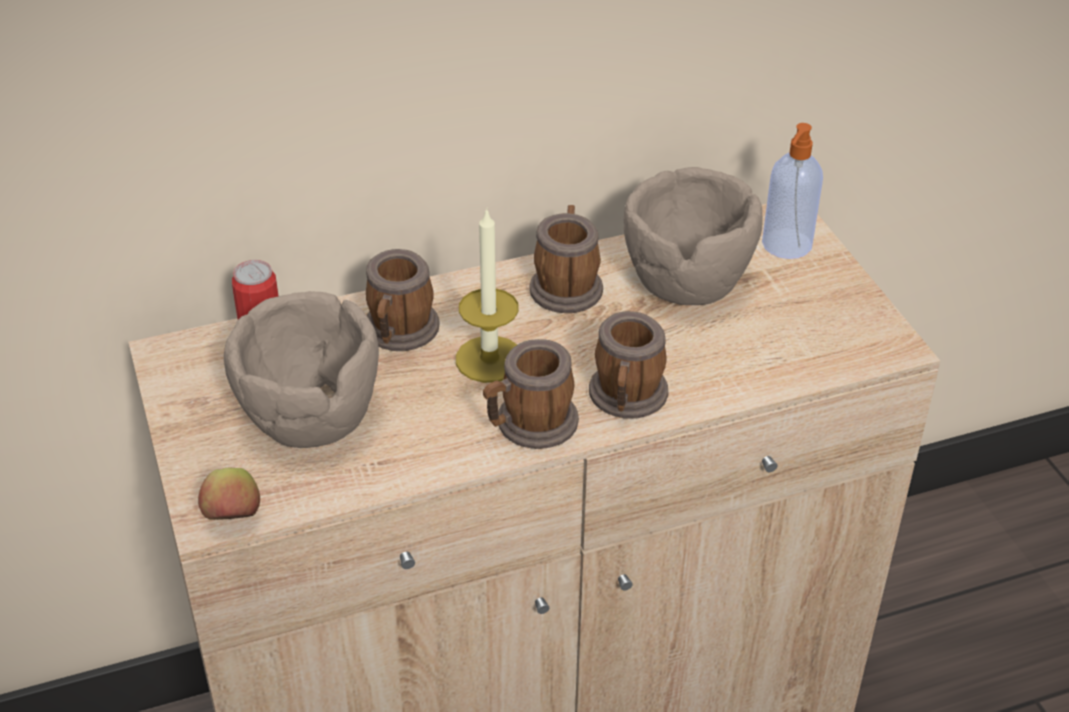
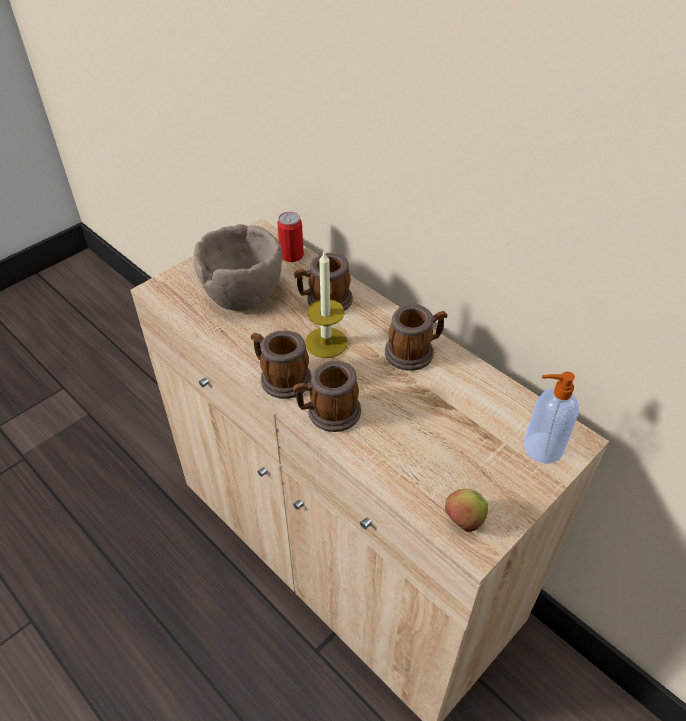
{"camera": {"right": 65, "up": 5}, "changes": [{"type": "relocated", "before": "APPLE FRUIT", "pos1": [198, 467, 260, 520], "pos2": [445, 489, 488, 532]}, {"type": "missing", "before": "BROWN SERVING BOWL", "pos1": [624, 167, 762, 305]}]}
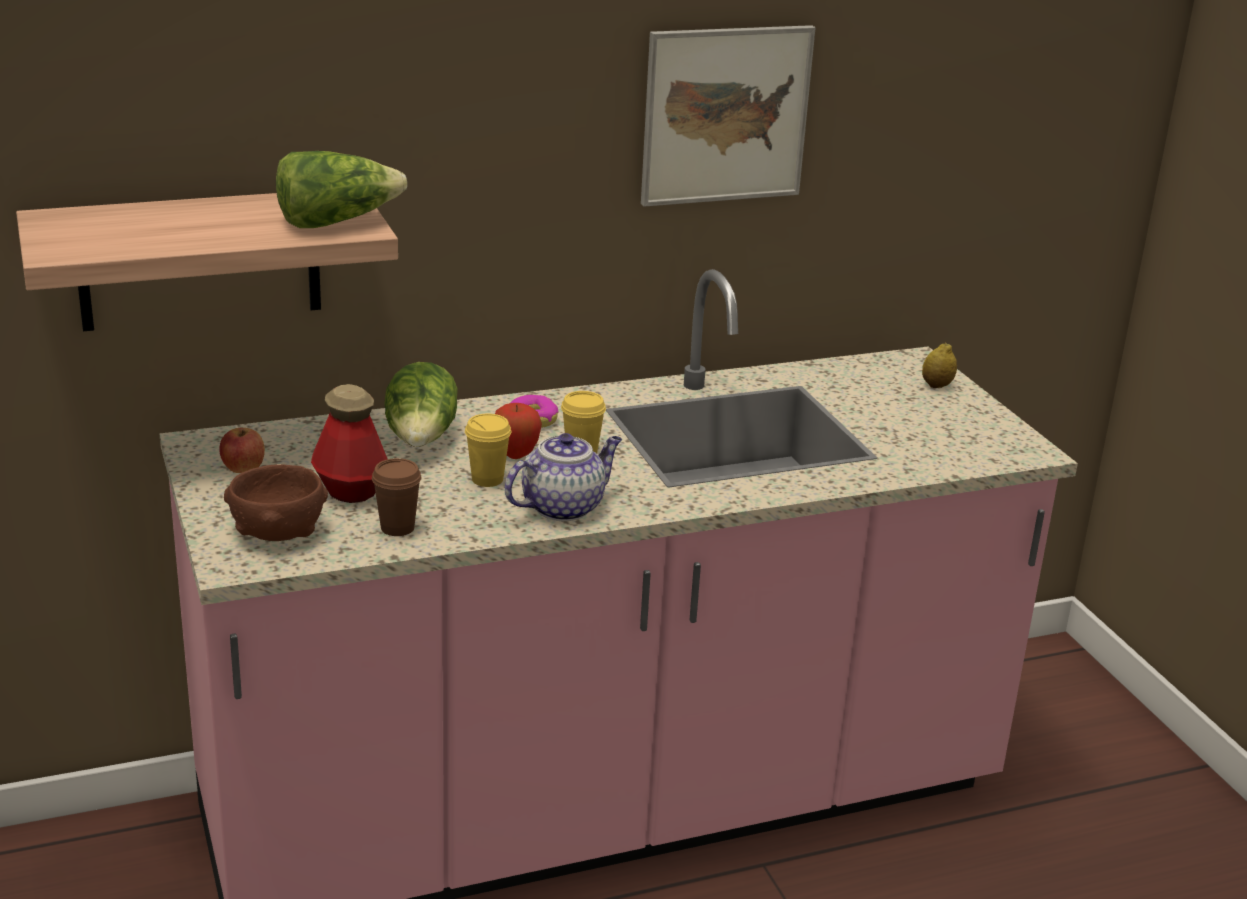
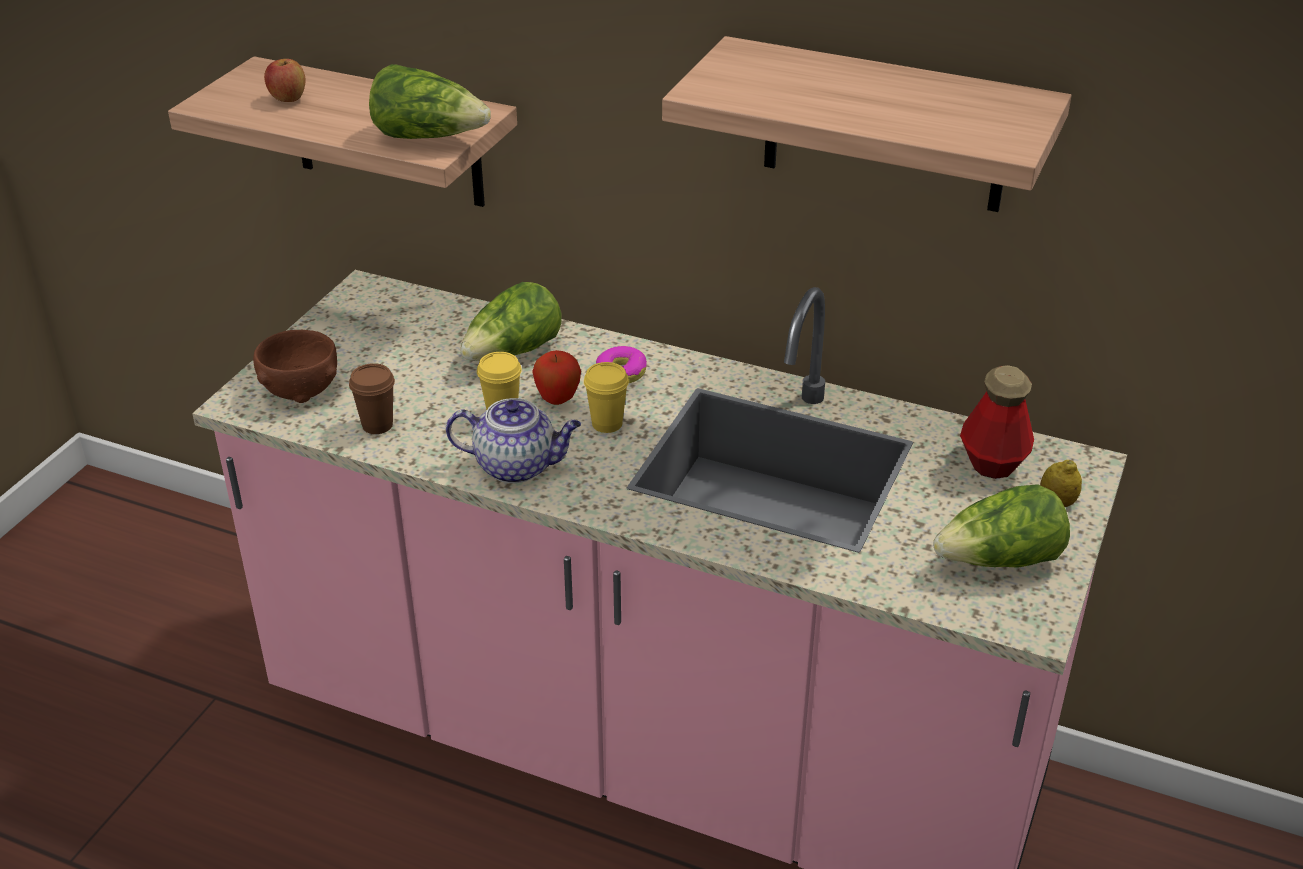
{"camera": {"right": 45, "up": 10}, "changes": [{"type": "relocated", "before": "APPLE FRUIT", "pos1": [219, 428, 265, 473], "pos2": [264, 59, 306, 102]}, {"type": "relocated", "before": "BEVERAGE BOTTLE", "pos1": [311, 384, 388, 503], "pos2": [960, 365, 1034, 479]}, {"type": "exchanged", "before": "PICTURE", "after": "WALL SHELF", "pos1": [641, 25, 816, 207], "pos2": [662, 36, 1071, 212]}, {"type": "appeared", "after": "LETTUCE", "pos2": [933, 484, 1070, 568]}]}
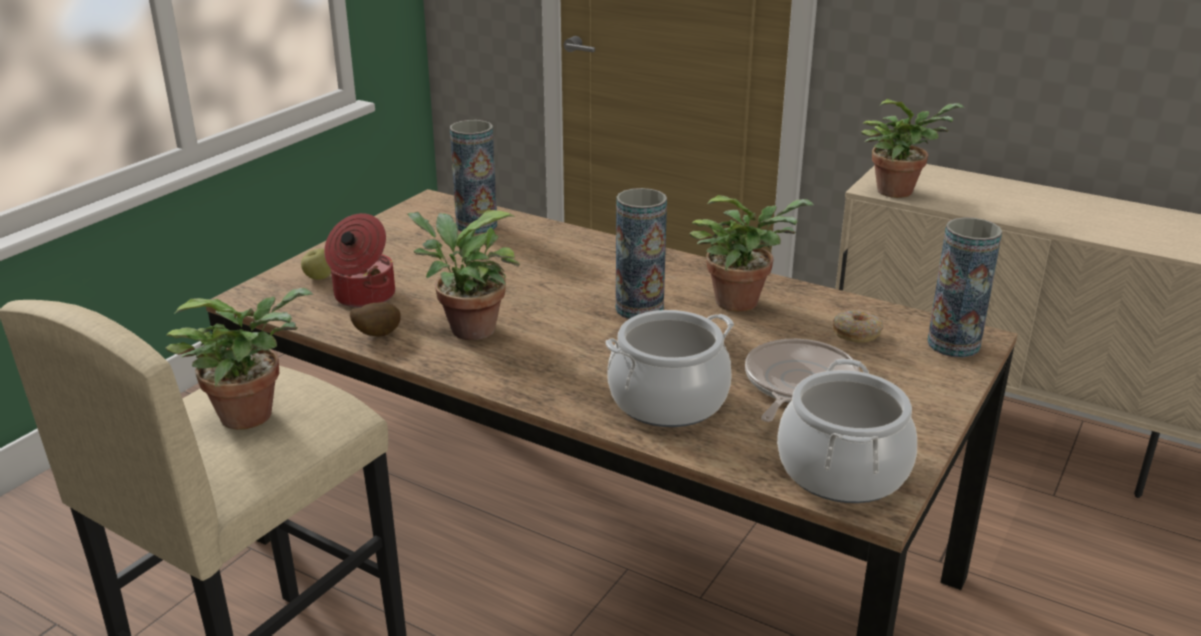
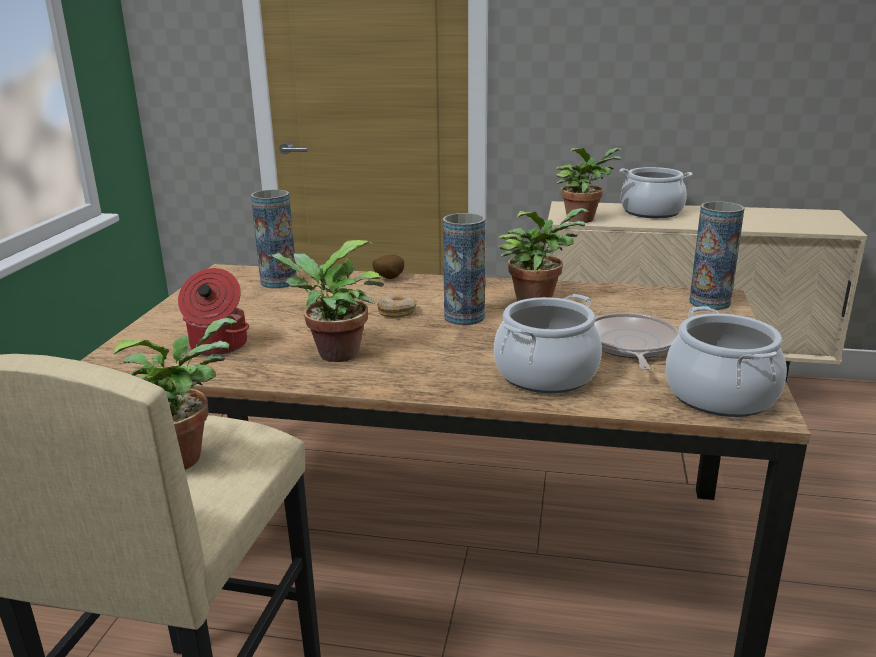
{"camera": {"right": -20, "up": -5}, "changes": [{"type": "missing", "before": "APPLE FRUIT", "pos1": [301, 248, 331, 280]}, {"type": "relocated", "before": "SPUD", "pos1": [350, 302, 401, 337], "pos2": [372, 255, 404, 279]}, {"type": "relocated", "before": "RING DOUGHNUT", "pos1": [833, 310, 883, 342], "pos2": [377, 295, 417, 318]}, {"type": "appeared", "after": "SAUCEPOT", "pos2": [620, 167, 692, 218]}]}
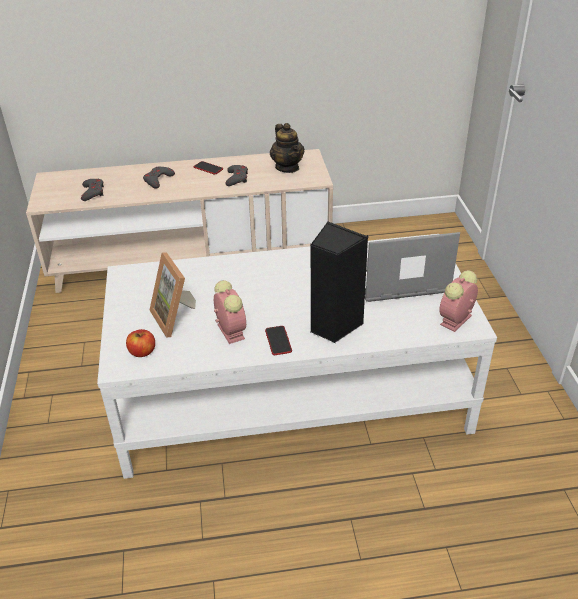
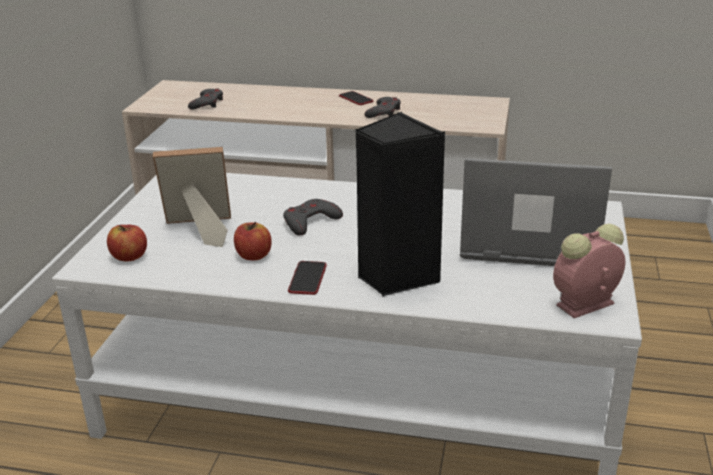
{"camera": {"right": 20, "up": -10}, "changes": [{"type": "relocated", "before": "GREY GAMEPAD", "pos1": [143, 167, 175, 189], "pos2": [283, 199, 343, 236]}, {"type": "spun", "before": "STANDING FRAME", "pos1": [150, 253, 196, 338], "pos2": [153, 147, 231, 247], "turn": 90}, {"type": "exchanged", "before": "BEDSIDE CLOCK", "after": "APPLE FRUIT", "pos1": [214, 280, 246, 344], "pos2": [234, 222, 272, 260]}, {"type": "missing", "before": "TEA POT", "pos1": [270, 123, 304, 173]}]}
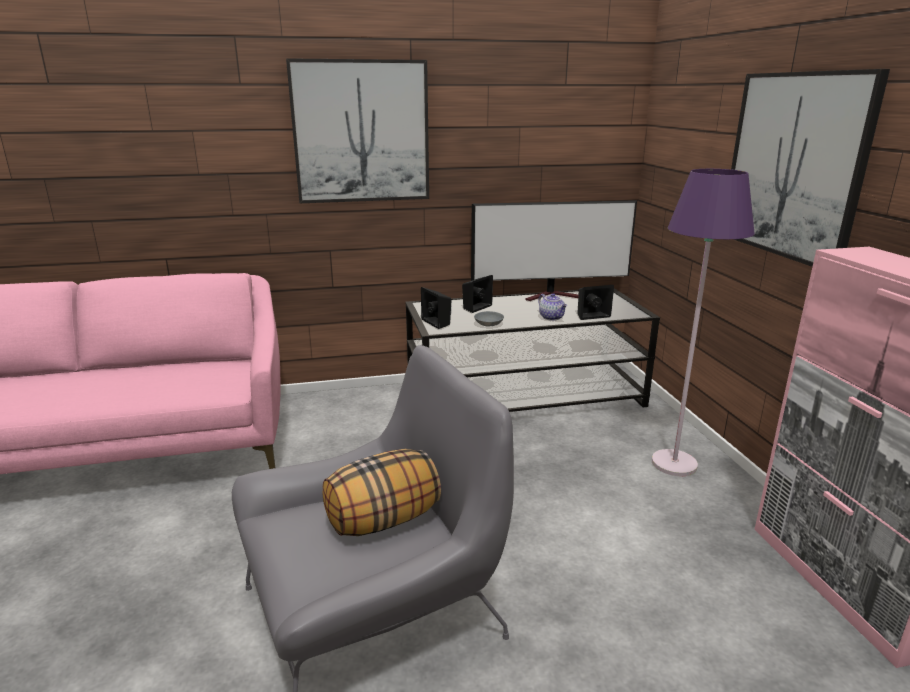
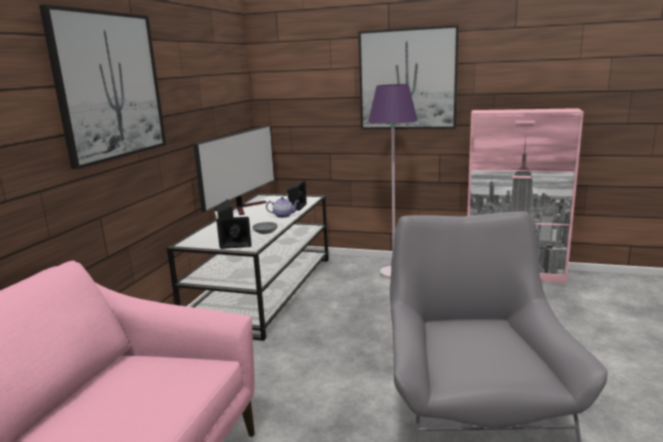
{"camera": {"right": -60, "up": -5}, "changes": [{"type": "missing", "before": "THROW PILLOW", "pos1": [323, 449, 441, 536]}]}
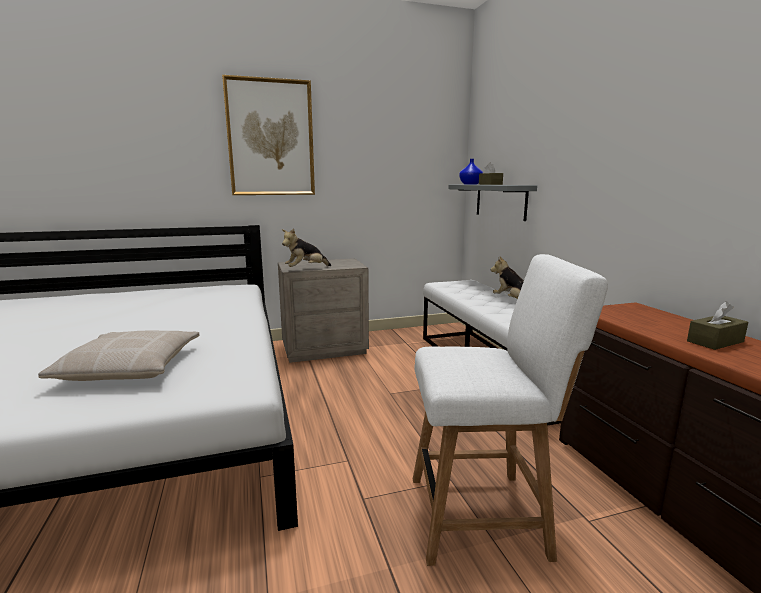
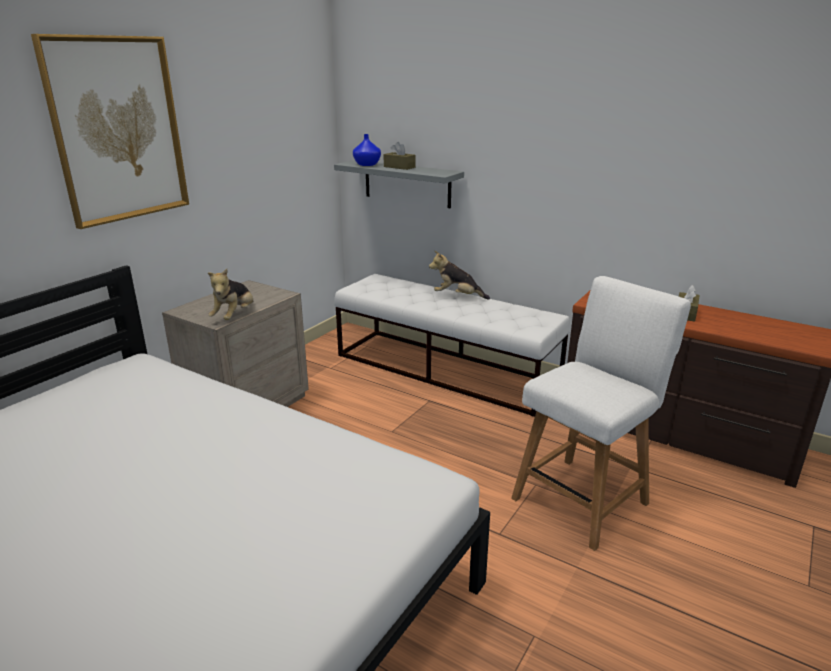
{"camera": {"right": -40, "up": 10}, "changes": [{"type": "missing", "before": "SAND-COLOURED THROW PILLOW", "pos1": [38, 330, 199, 381]}]}
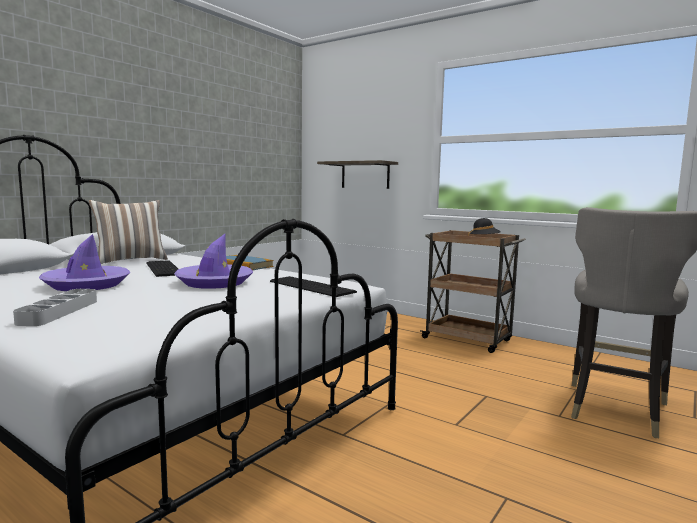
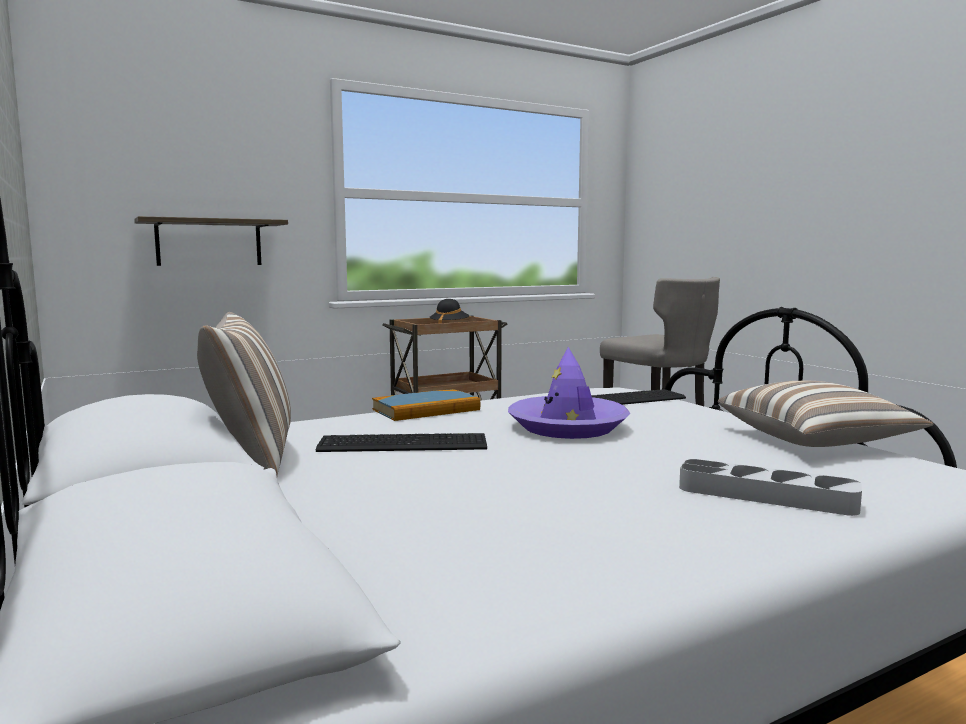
{"camera": {"right": -65, "up": 0}, "changes": [{"type": "missing", "before": "PURPLE WEARABLE HAT", "pos1": [39, 234, 130, 291]}, {"type": "appeared", "after": "THROW PILLOW", "pos2": [718, 381, 933, 447]}]}
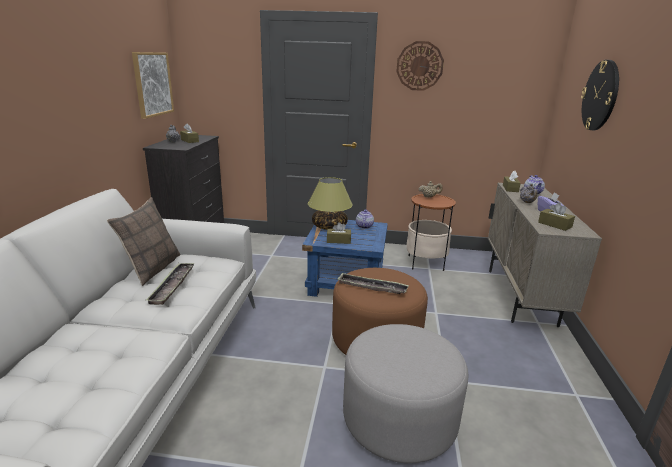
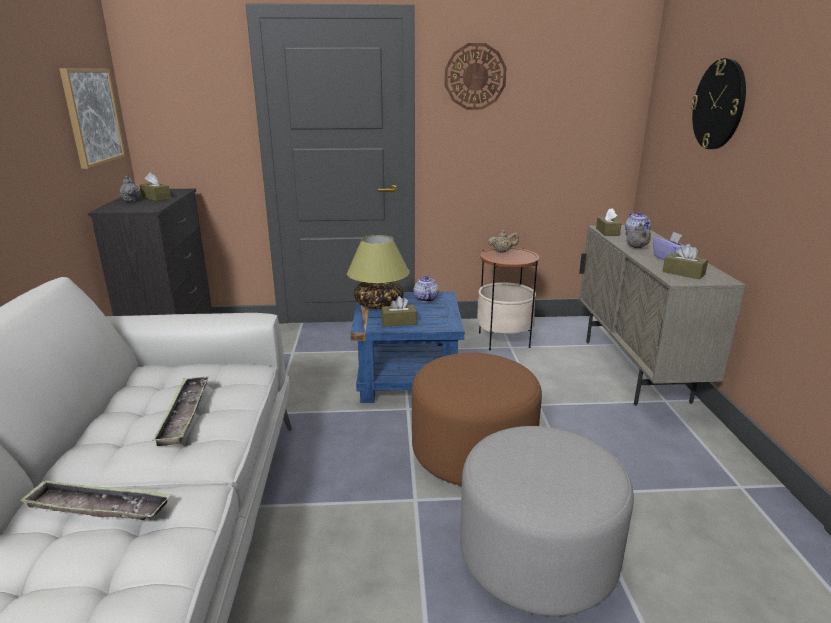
{"camera": {"right": -10, "up": 0}, "changes": [{"type": "missing", "before": "THROW PILLOW", "pos1": [107, 197, 180, 286]}, {"type": "relocated", "before": "CARRYING TRAY", "pos1": [337, 273, 409, 294], "pos2": [19, 480, 171, 520]}]}
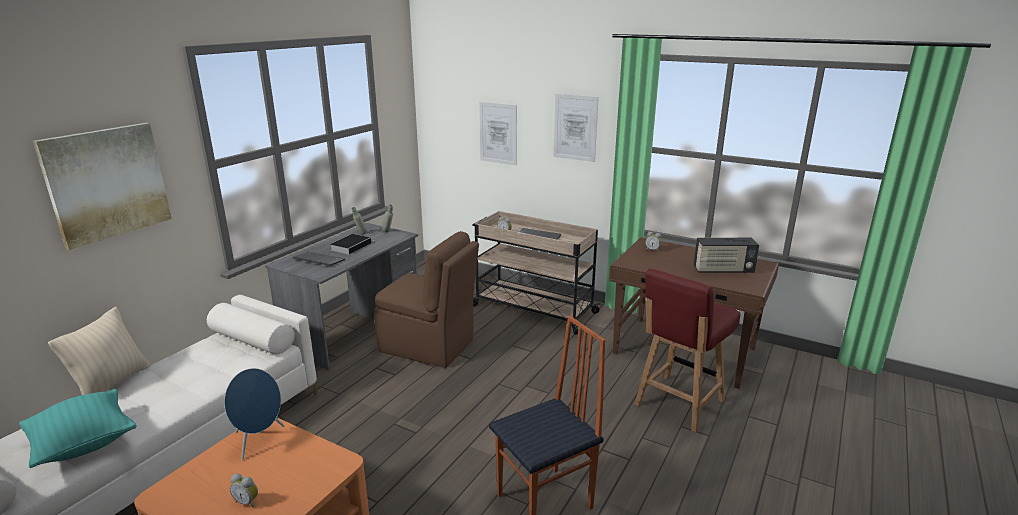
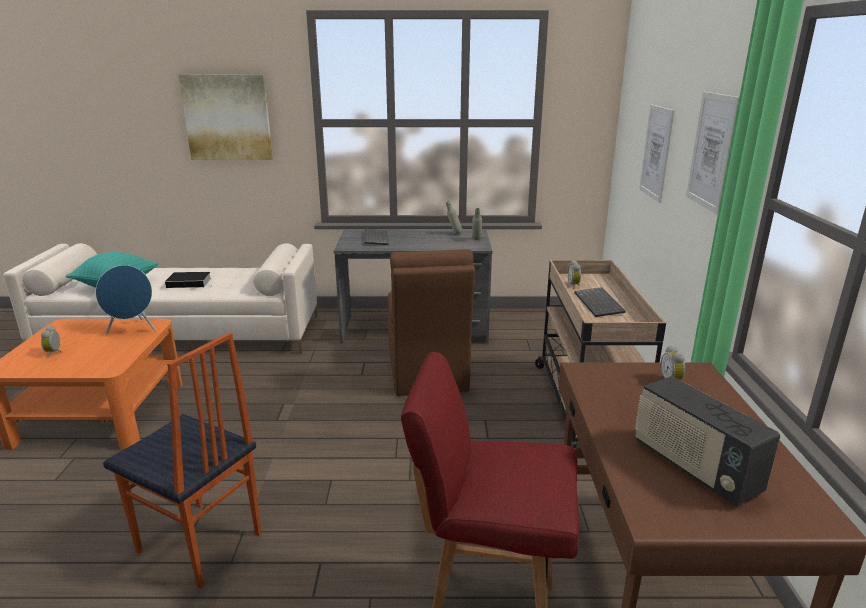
{"camera": {"right": 60, "up": 0}, "changes": [{"type": "missing", "before": "SAND-COLOURED THROW PILLOW", "pos1": [48, 307, 150, 395]}, {"type": "relocated", "before": "BOUND BOOK", "pos1": [330, 234, 371, 254], "pos2": [165, 272, 211, 288]}]}
